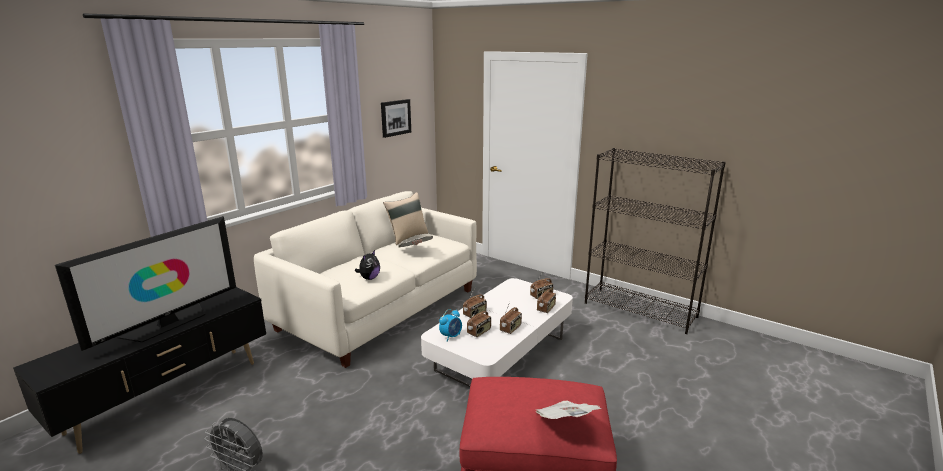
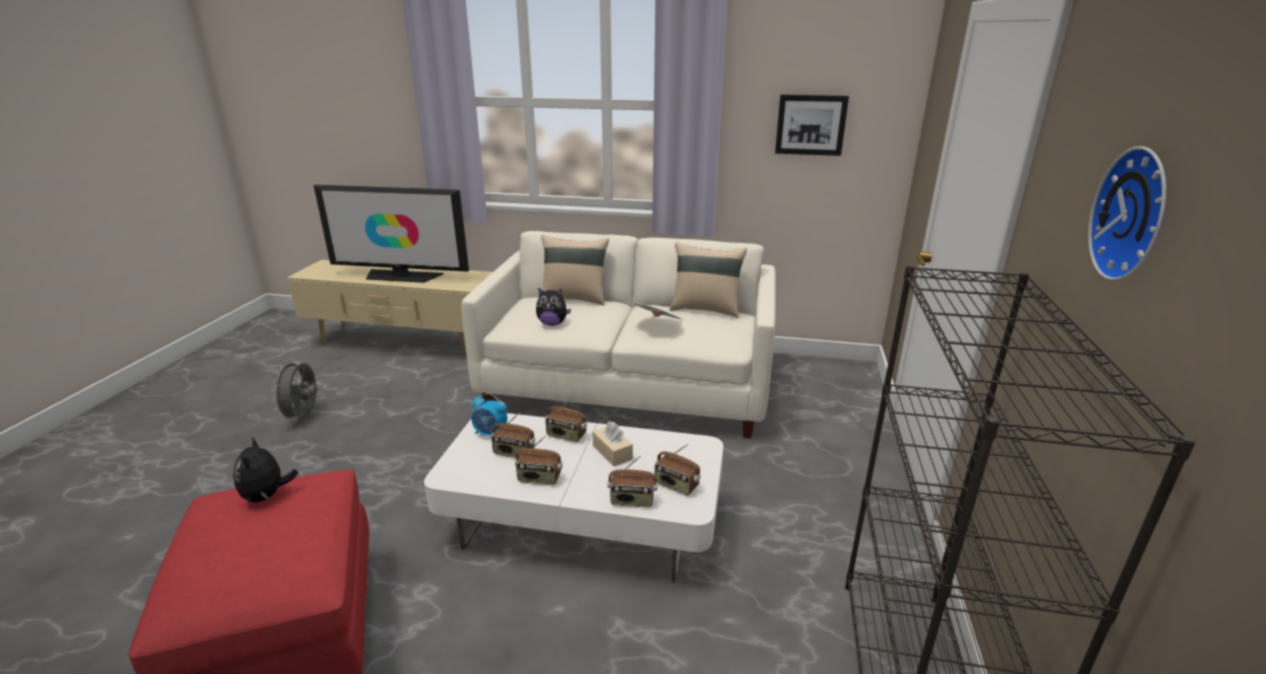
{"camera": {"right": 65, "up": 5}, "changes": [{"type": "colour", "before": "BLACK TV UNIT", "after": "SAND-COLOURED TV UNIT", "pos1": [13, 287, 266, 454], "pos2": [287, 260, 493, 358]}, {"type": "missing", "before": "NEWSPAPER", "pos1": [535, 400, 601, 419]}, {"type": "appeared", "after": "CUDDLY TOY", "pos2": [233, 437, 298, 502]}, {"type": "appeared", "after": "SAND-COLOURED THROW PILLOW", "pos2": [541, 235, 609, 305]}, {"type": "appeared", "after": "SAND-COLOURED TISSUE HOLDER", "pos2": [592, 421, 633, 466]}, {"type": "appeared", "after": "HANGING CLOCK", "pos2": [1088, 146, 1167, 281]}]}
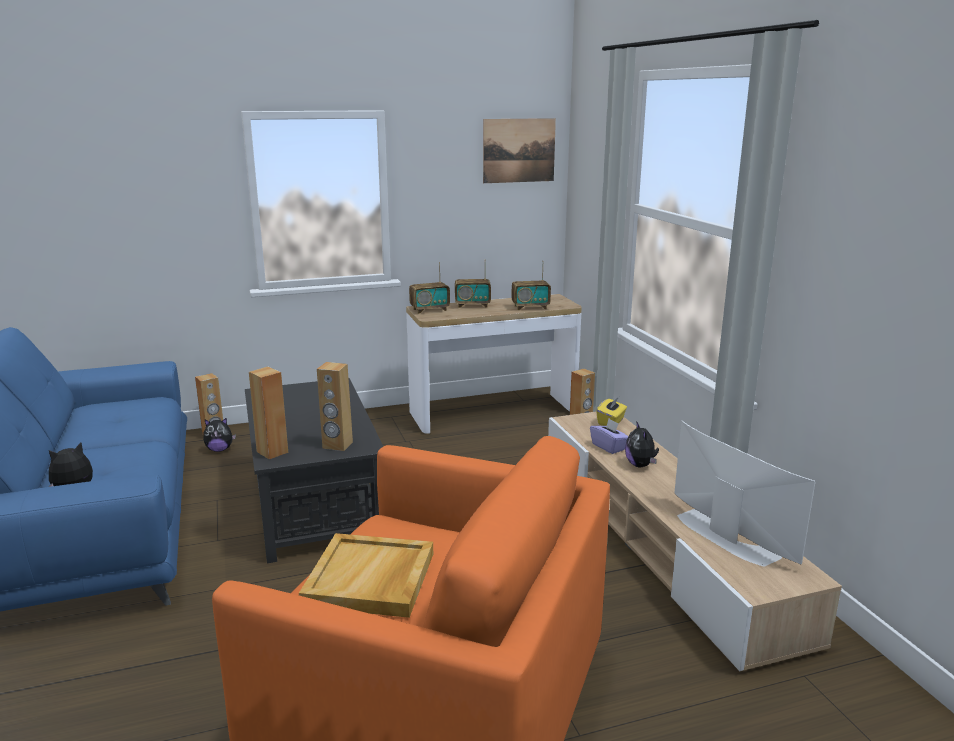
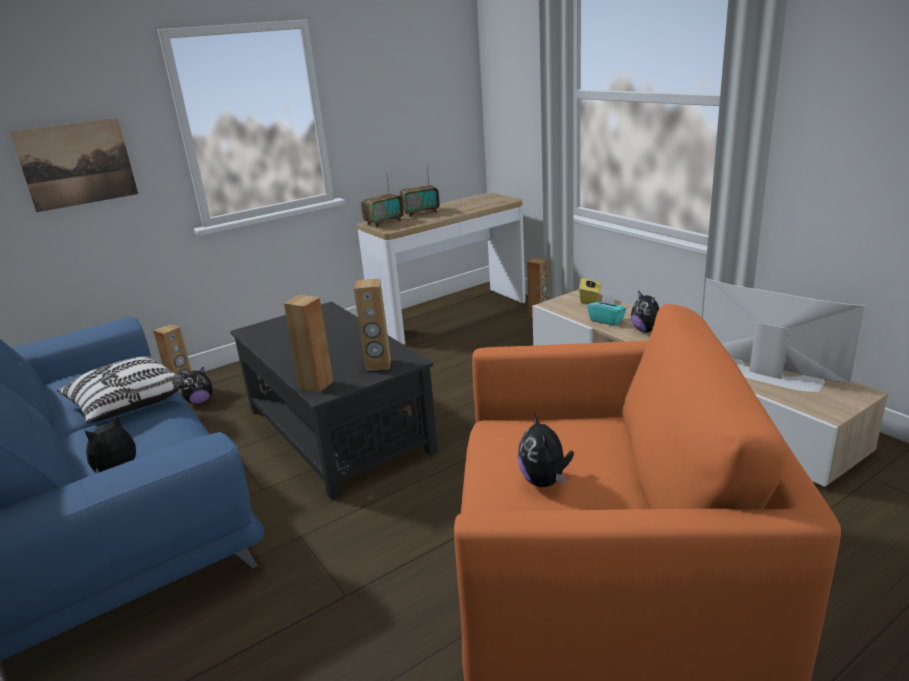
{"camera": {"right": -15, "up": 5}, "changes": [{"type": "exchanged", "before": "SAND-COLOURED CARRYING TRAY", "after": "CUDDLY TOY", "pos1": [299, 533, 433, 618], "pos2": [518, 412, 574, 487]}, {"type": "relocated", "before": "PICTURE", "pos1": [483, 118, 556, 183], "pos2": [10, 118, 138, 212]}, {"type": "missing", "before": "RADIO SET", "pos1": [512, 261, 551, 310]}, {"type": "colour", "before": "PURPLE TISSUE HOLDER", "after": "TURQUOISE TISSUE HOLDER", "pos1": [590, 419, 629, 454], "pos2": [587, 294, 627, 326]}, {"type": "appeared", "after": "THROW PILLOW", "pos2": [56, 356, 191, 423]}]}
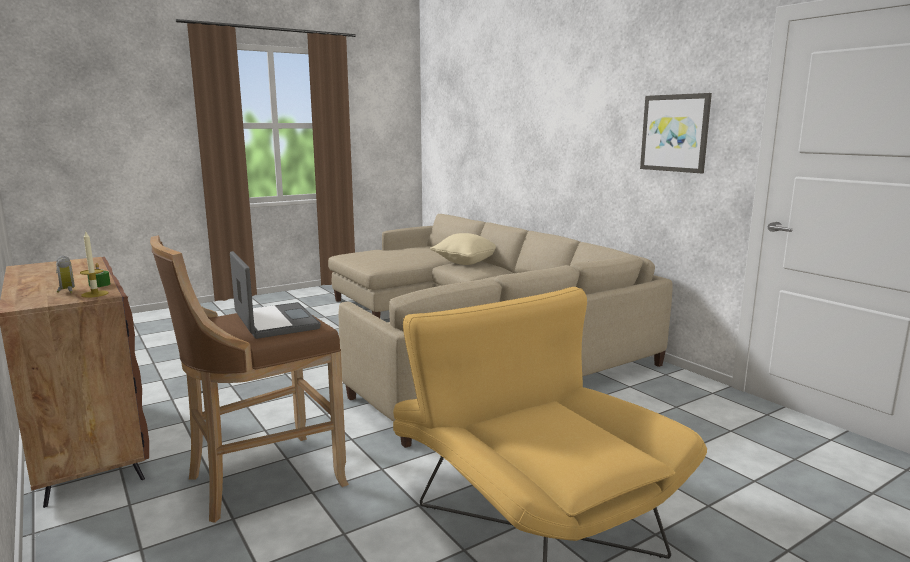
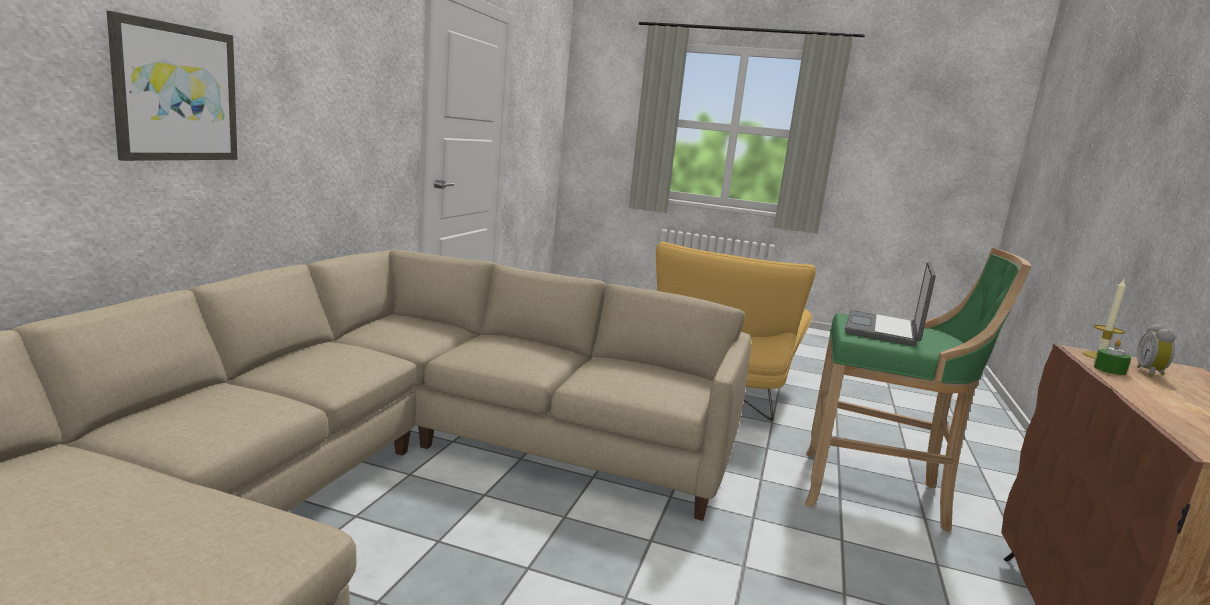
{"camera": {"right": -130, "up": 0}, "changes": [{"type": "colour", "before": "BROWN STOOL", "after": "GREEN STOOL", "pos1": [150, 235, 349, 523], "pos2": [805, 248, 1031, 532]}, {"type": "missing", "before": "SAND-COLOURED THROW PILLOW", "pos1": [430, 233, 496, 265]}, {"type": "relocated", "before": "PICTURE", "pos1": [640, 93, 712, 173], "pos2": [107, 11, 237, 161]}]}
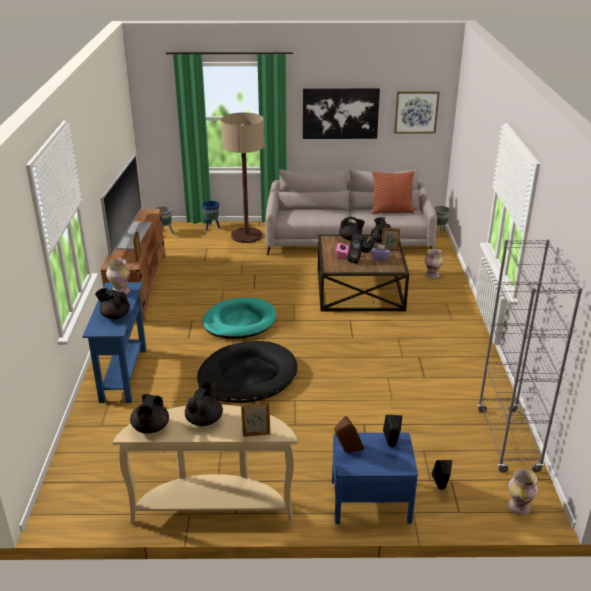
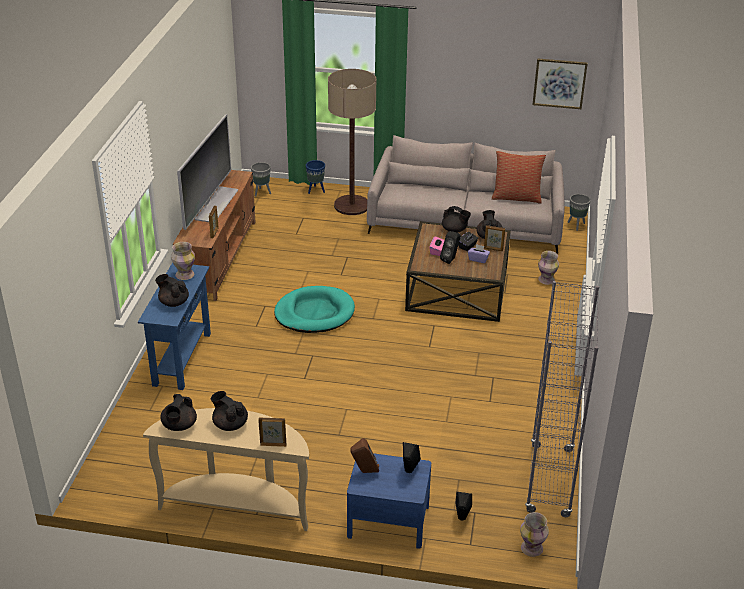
{"camera": {"right": 10, "up": 5}, "changes": [{"type": "spun", "before": "BLACK TEA POT", "pos1": [185, 382, 223, 426], "pos2": [211, 391, 248, 431], "turn": -75}, {"type": "missing", "before": "BLACK PET BED", "pos1": [197, 341, 297, 403]}, {"type": "missing", "before": "PICTURE", "pos1": [303, 88, 380, 139]}]}
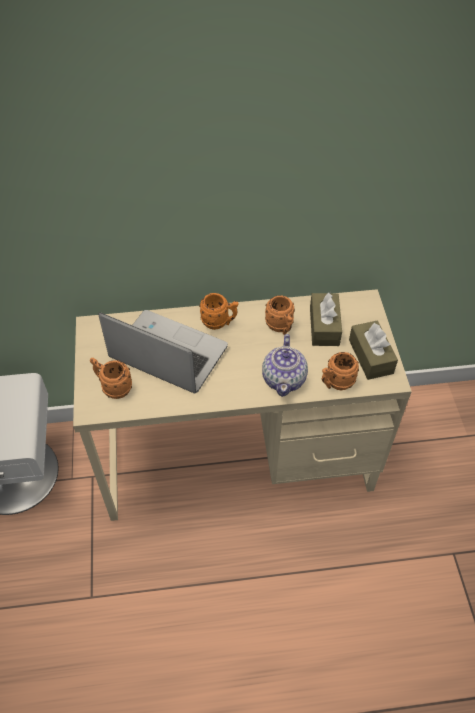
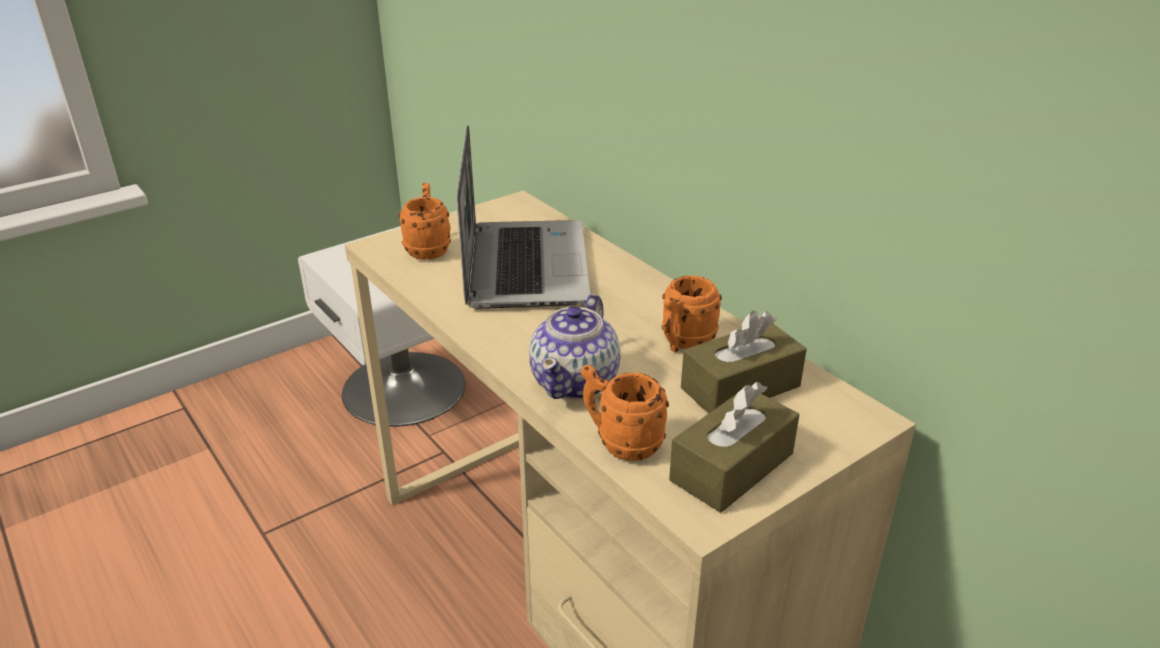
{"camera": {"right": 60, "up": -20}, "changes": [{"type": "missing", "before": "ORANGEY COFFEE MUG", "pos1": [199, 293, 239, 330]}, {"type": "spun", "before": "TEA POT", "pos1": [262, 334, 308, 397], "pos2": [529, 294, 620, 400], "turn": -45}]}
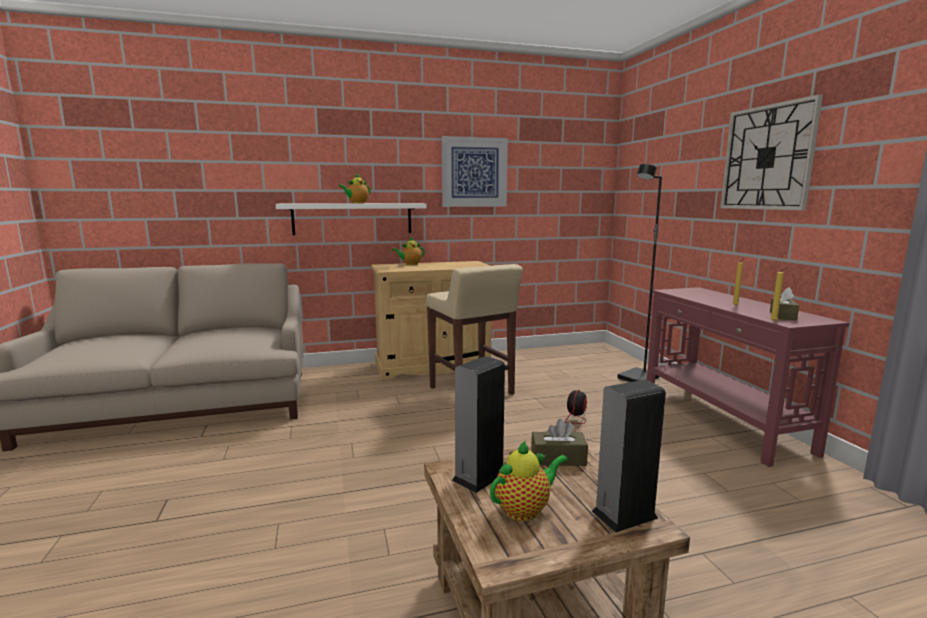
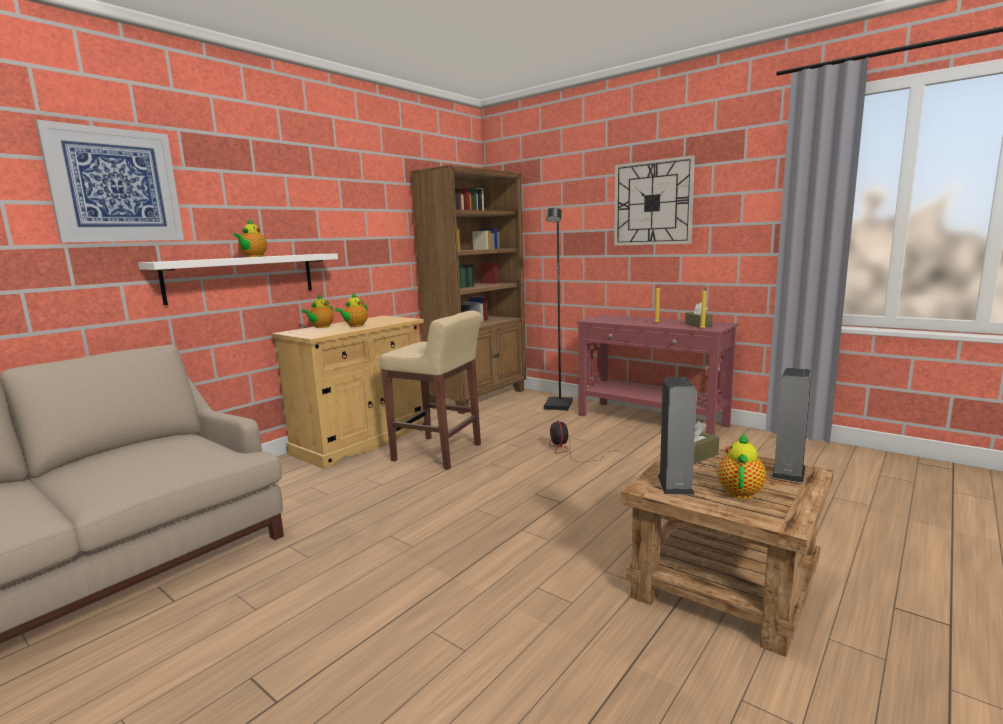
{"camera": {"right": -35, "up": 0}, "changes": [{"type": "relocated", "before": "PICTURE", "pos1": [442, 136, 508, 207], "pos2": [35, 120, 184, 243]}, {"type": "appeared", "after": "TEA POT", "pos2": [335, 293, 368, 327]}, {"type": "appeared", "after": "BROWN BOOKCASE", "pos2": [411, 165, 526, 414]}]}
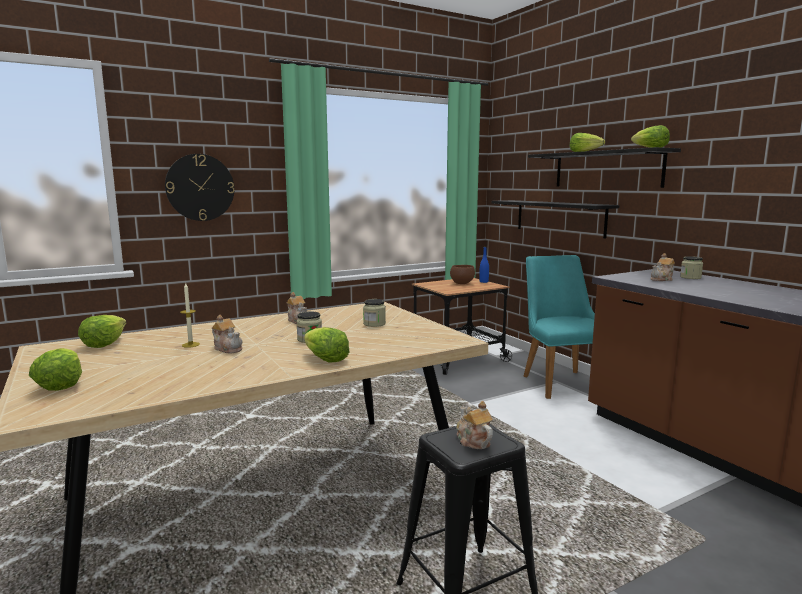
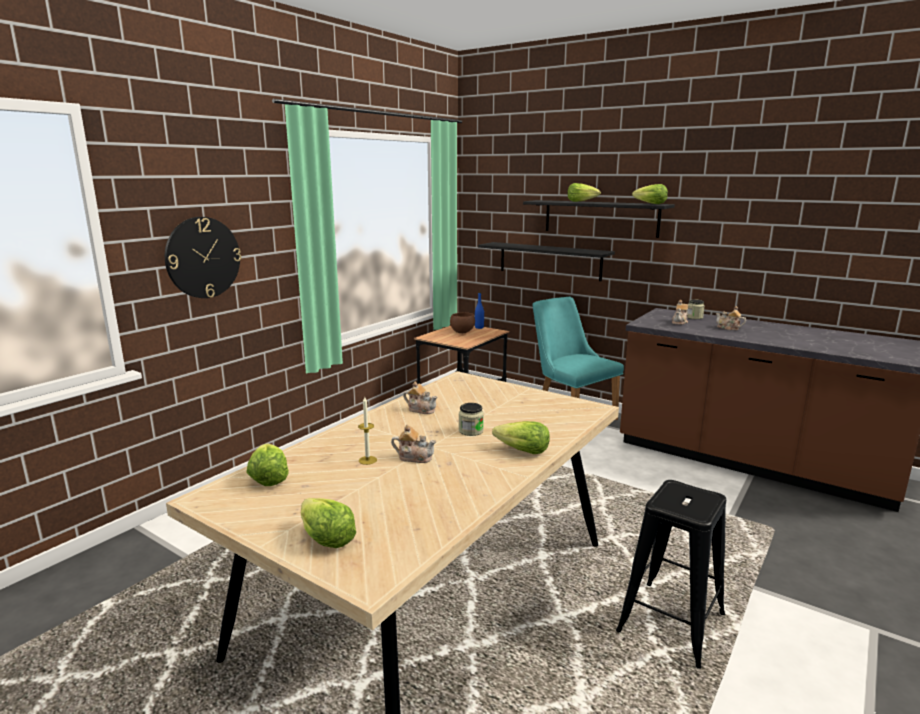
{"camera": {"right": -25, "up": 5}, "changes": [{"type": "missing", "before": "JAR", "pos1": [363, 299, 386, 327]}, {"type": "relocated", "before": "TEA POT", "pos1": [456, 401, 493, 449], "pos2": [716, 306, 746, 330]}]}
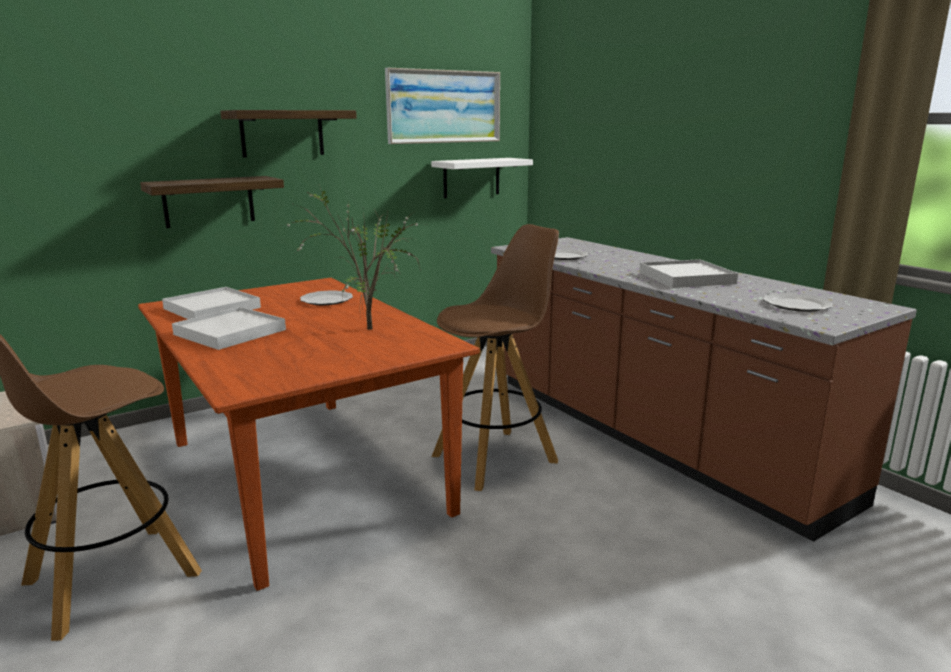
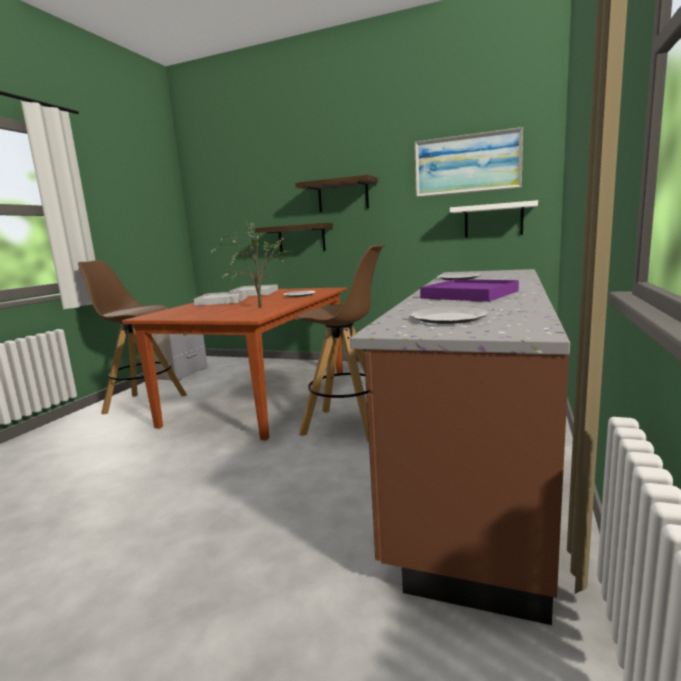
{"camera": {"right": 55, "up": -5}, "changes": [{"type": "colour", "before": "WHITE-COLOURED CARRYING TRAY", "after": "PURPLE CARRYING TRAY", "pos1": [639, 259, 738, 288], "pos2": [420, 279, 519, 302]}]}
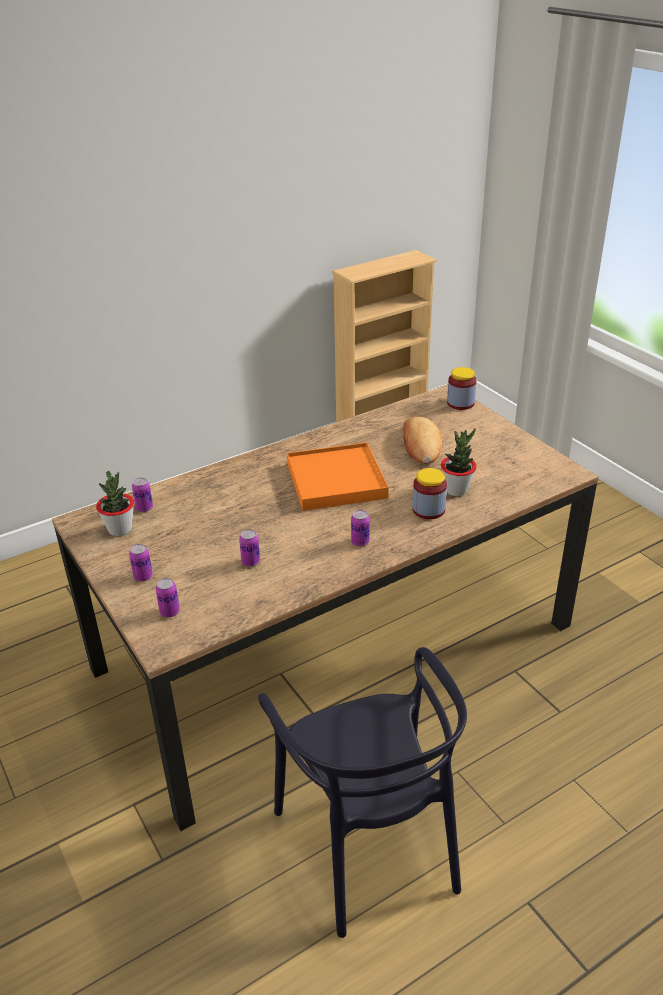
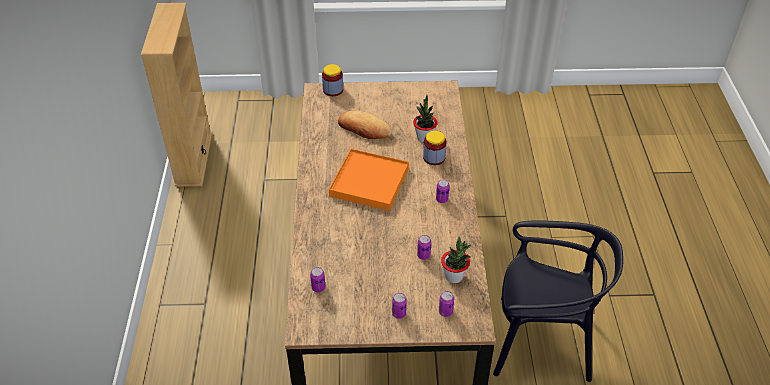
{"camera": {"right": -60, "up": 10}, "changes": [{"type": "relocated", "before": "HOUSEPLANT", "pos1": [96, 471, 134, 536], "pos2": [441, 237, 471, 283]}]}
